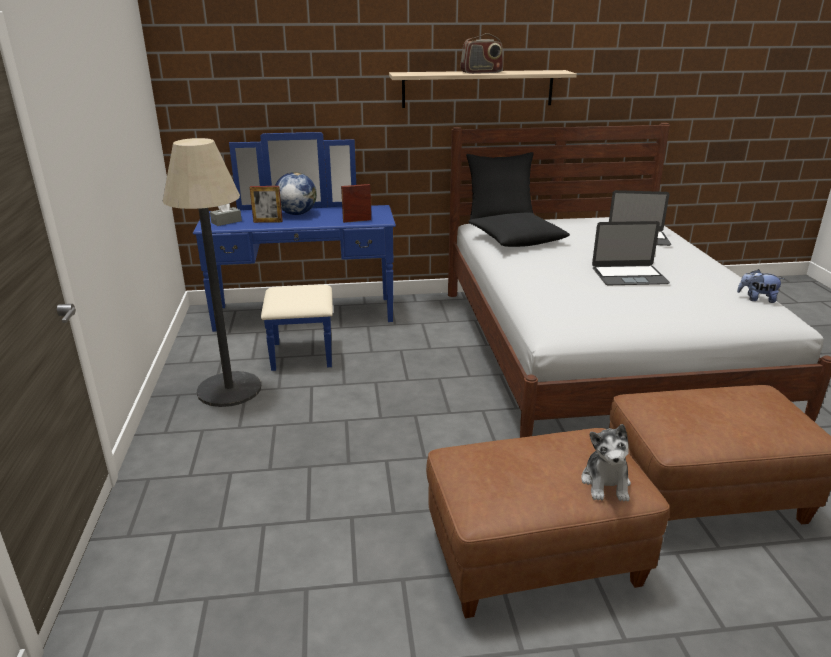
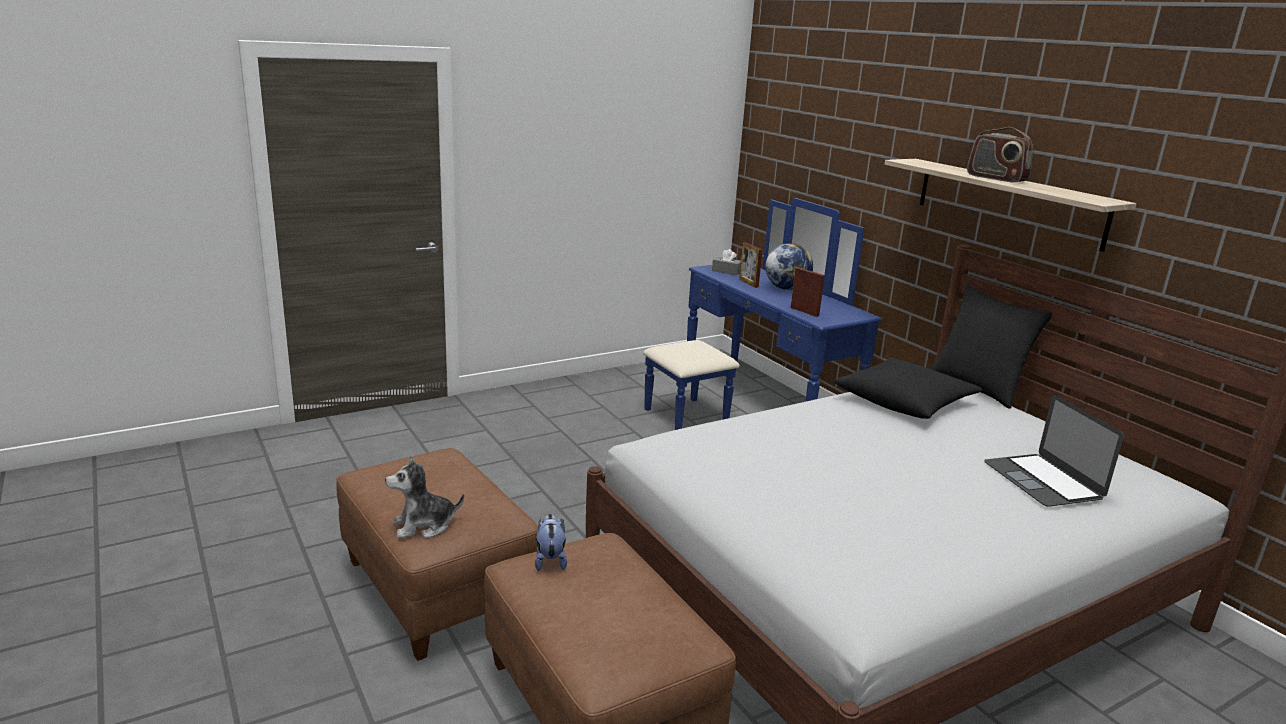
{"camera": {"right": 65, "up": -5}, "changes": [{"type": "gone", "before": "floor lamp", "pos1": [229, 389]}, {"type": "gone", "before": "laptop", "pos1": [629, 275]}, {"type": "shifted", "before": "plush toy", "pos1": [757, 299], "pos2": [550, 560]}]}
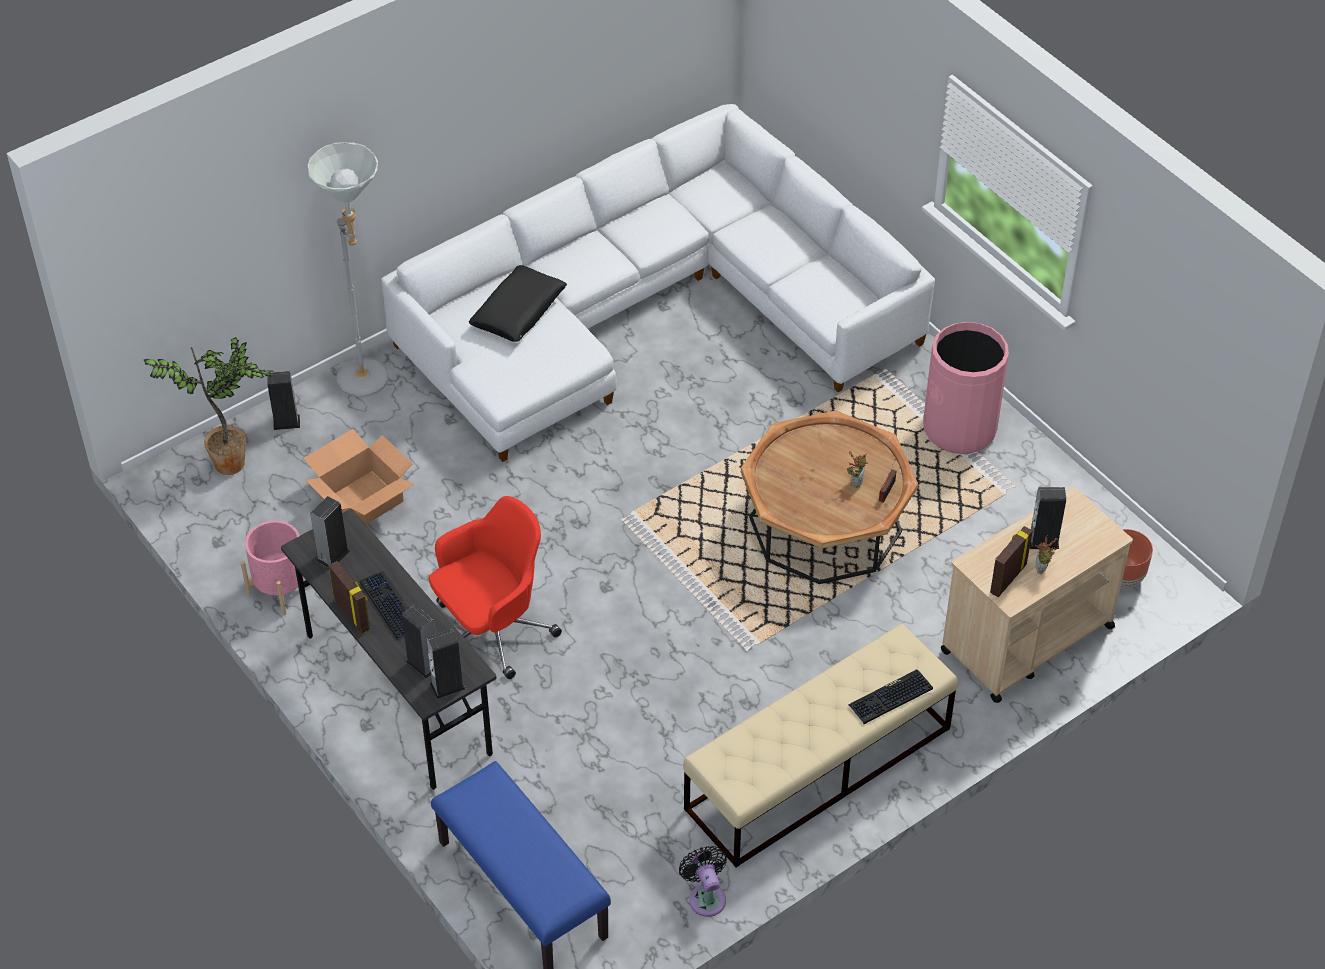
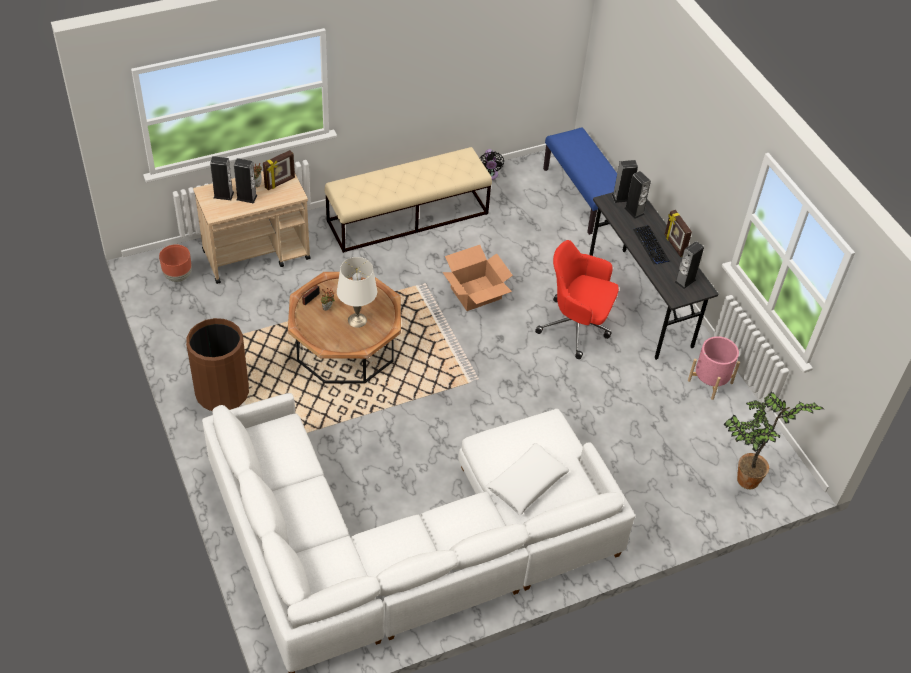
{"camera": {"right": -170, "up": 0}, "changes": [{"type": "gone", "before": "grey floor lamp", "pos1": [369, 385]}, {"type": "repainted", "before": "black pillow", "after": "white pillow", "pos1": [518, 312], "pos2": [526, 483]}, {"type": "repainted", "before": "pink trash can", "after": "brown trash can", "pos1": [959, 428], "pos2": [222, 392]}, {"type": "shifted", "before": "speaker", "pos1": [286, 422], "pos2": [223, 195]}, {"type": "shifted", "before": "cardboard box", "pos1": [362, 500], "pos2": [476, 293]}, {"type": "rotated", "before": "red office chair", "pos1": [492, 630], "pos2": [576, 327], "turn": 45}, {"type": "gone", "before": "keyboard", "pos1": [890, 697]}, {"type": "new", "after": "white table lamp", "pos2": [357, 320]}]}
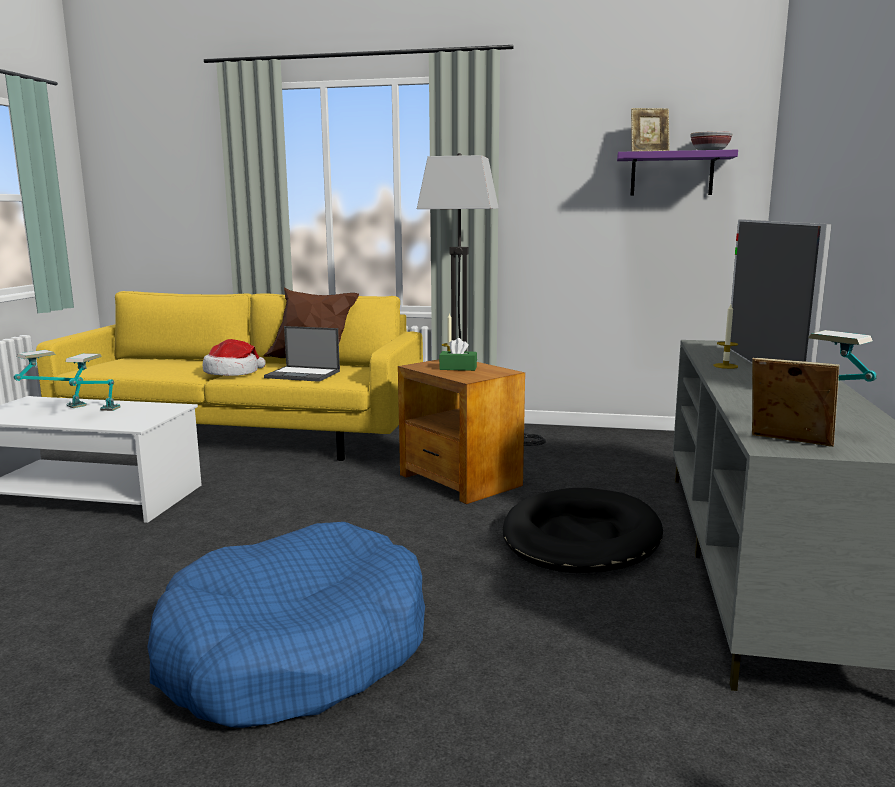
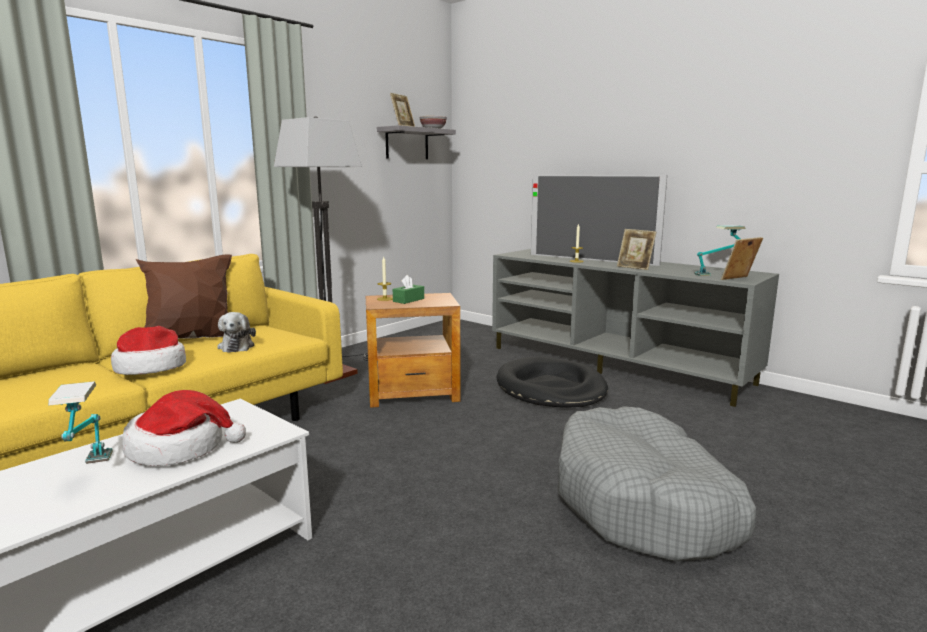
{"camera": {"right": -60, "up": 0}, "changes": [{"type": "repainted", "before": "purple shelf", "after": "grey shelf", "pos1": [672, 174], "pos2": [407, 144]}, {"type": "swapped", "before": "laptop", "after": "plush toy", "pos1": [303, 374], "pos2": [237, 346]}, {"type": "swapped", "before": "table lamp", "after": "hat", "pos1": [97, 414], "pos2": [179, 448]}, {"type": "repainted", "before": "blue dog bed", "after": "grey dog bed", "pos1": [295, 651], "pos2": [644, 503]}, {"type": "new", "after": "picture frame", "pos2": [635, 267]}]}
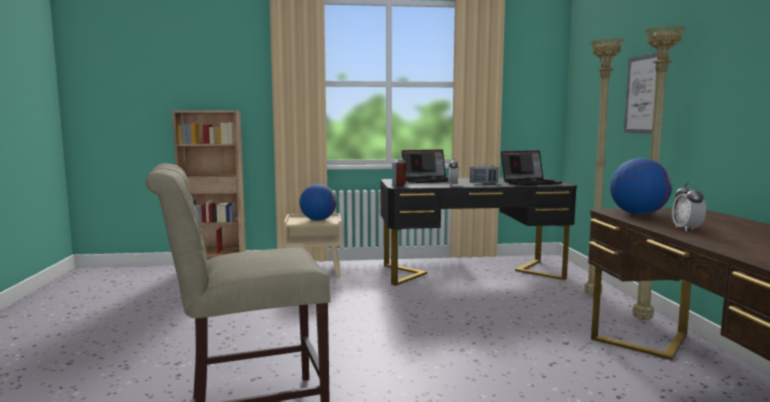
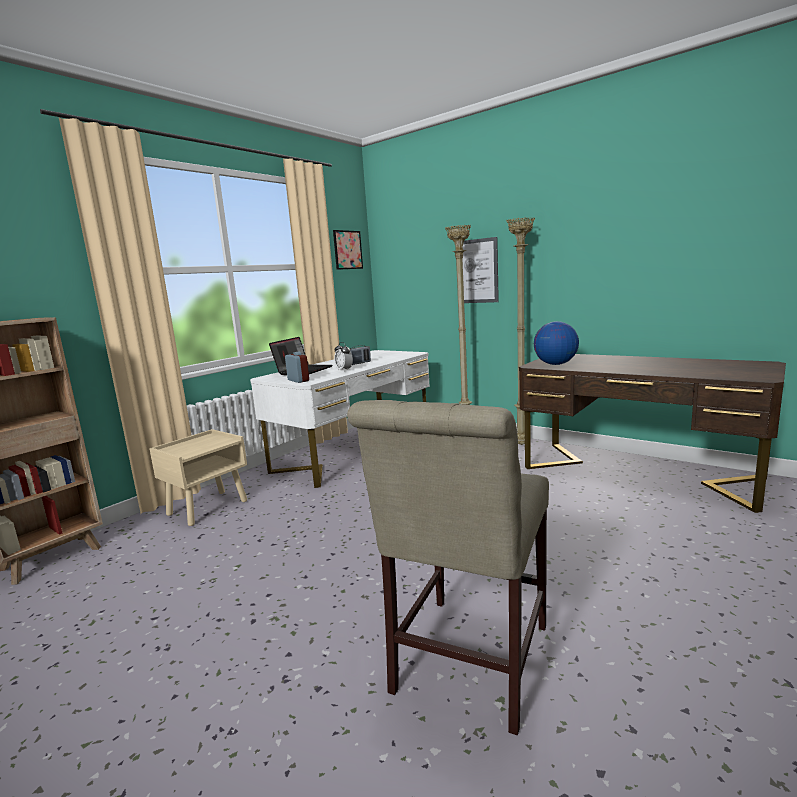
{"camera": {"right": -45, "up": 5}, "changes": [{"type": "gone", "before": "laptop", "pos1": [530, 182]}, {"type": "repainted", "before": "black desk", "after": "white desk", "pos1": [471, 272], "pos2": [354, 451]}, {"type": "gone", "before": "alarm clock", "pos1": [686, 229]}, {"type": "gone", "before": "globe", "pos1": [318, 220]}, {"type": "new", "after": "picture", "pos2": [347, 250]}]}
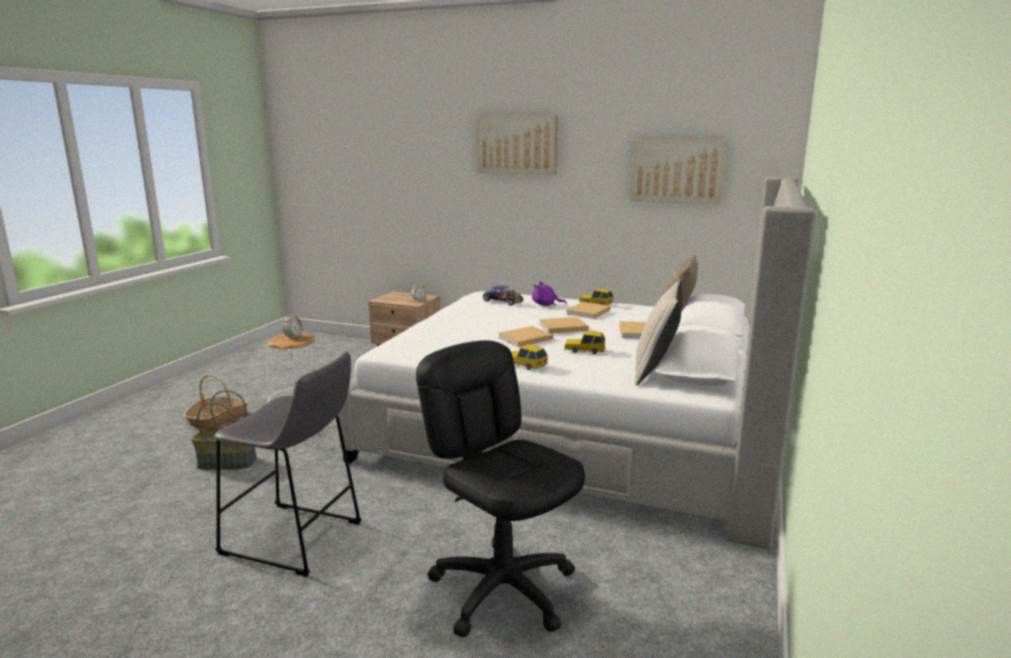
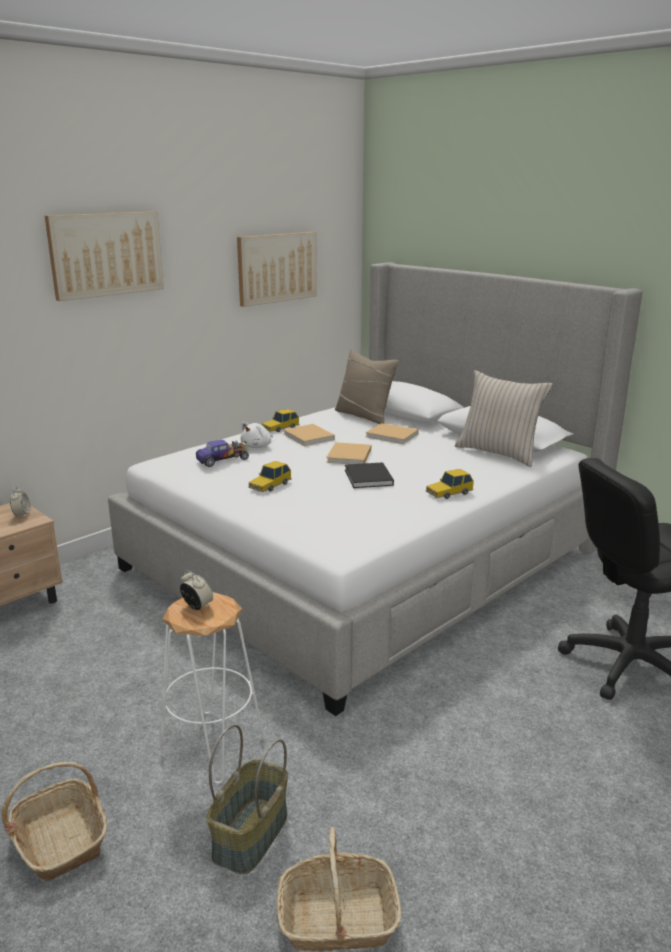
{"camera": {"right": -65, "up": 5}, "changes": [{"type": "repainted", "before": "purple plush toy", "after": "white plush toy", "pos1": [546, 305], "pos2": [257, 446]}, {"type": "repainted", "before": "beige book", "after": "black book", "pos1": [524, 339], "pos2": [368, 478]}, {"type": "shifted", "before": "toy car", "pos1": [584, 350], "pos2": [270, 485]}, {"type": "gone", "before": "grey stool", "pos1": [297, 540]}, {"type": "new", "after": "basket", "pos2": [337, 919]}]}
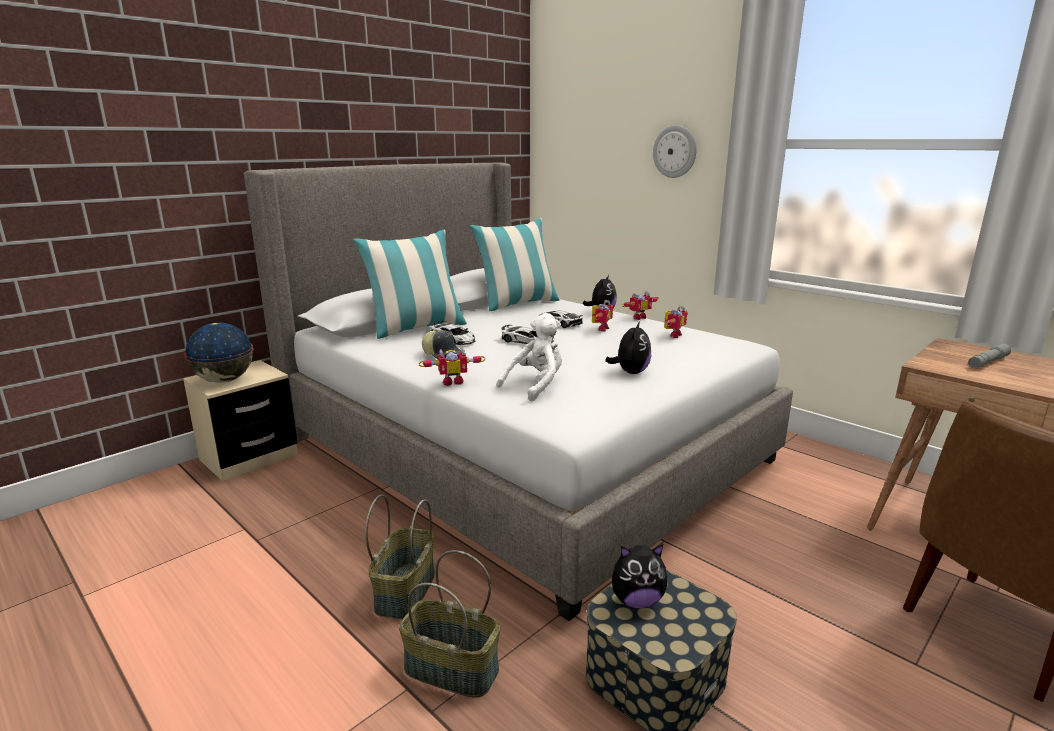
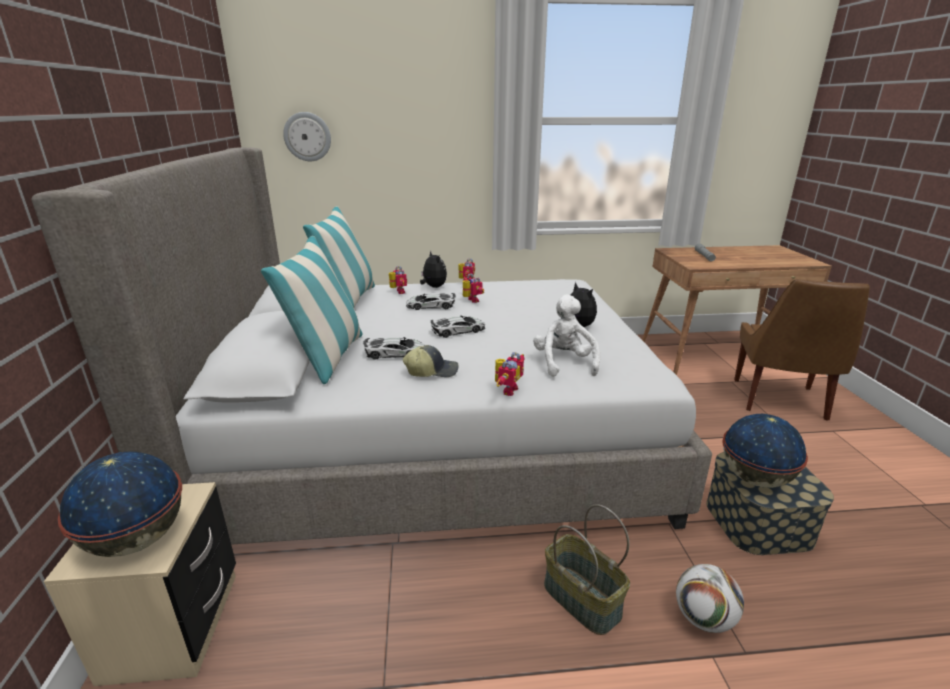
{"camera": {"right": -50, "up": 5}, "changes": [{"type": "shifted", "before": "wall clock", "pos1": [675, 151], "pos2": [307, 137]}, {"type": "shifted", "before": "toy robot", "pos1": [672, 335], "pos2": [398, 292]}, {"type": "swapped", "before": "plush toy", "after": "globe", "pos1": [636, 600], "pos2": [754, 478]}, {"type": "swapped", "before": "basket", "after": "football", "pos1": [450, 670], "pos2": [703, 619]}]}
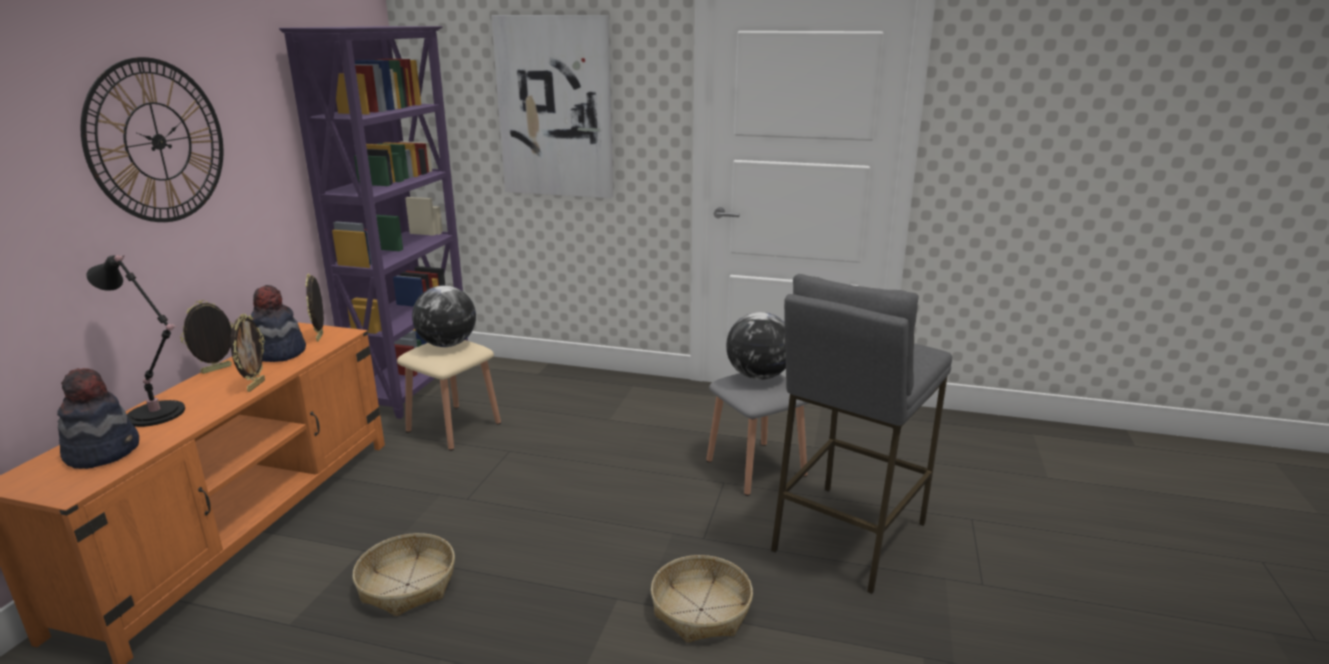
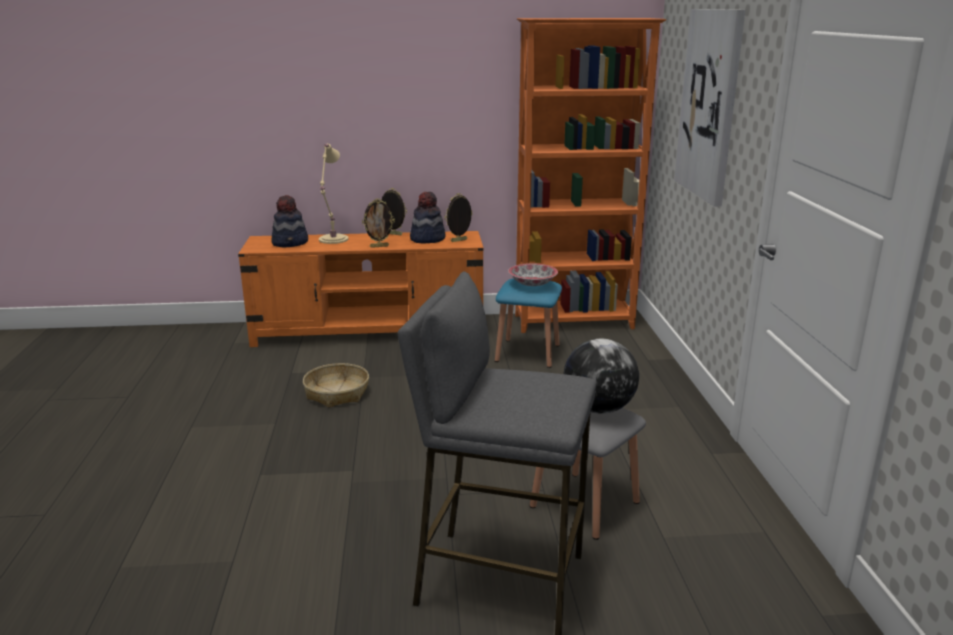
{"camera": {"right": 70, "up": 0}, "changes": [{"type": "repainted", "before": "purple bookcase", "after": "orange bookcase", "pos1": [415, 385], "pos2": [575, 322]}, {"type": "gone", "before": "wall clock", "pos1": [158, 141]}, {"type": "repainted", "before": "black table lamp", "after": "beige table lamp", "pos1": [158, 415], "pos2": [332, 240]}, {"type": "swapped", "before": "globe", "after": "bowl", "pos1": [448, 344], "pos2": [533, 283]}, {"type": "repainted", "before": "beige stool", "after": "blue stool", "pos1": [454, 427], "pos2": [527, 353]}, {"type": "gone", "before": "basket", "pos1": [700, 609]}]}
